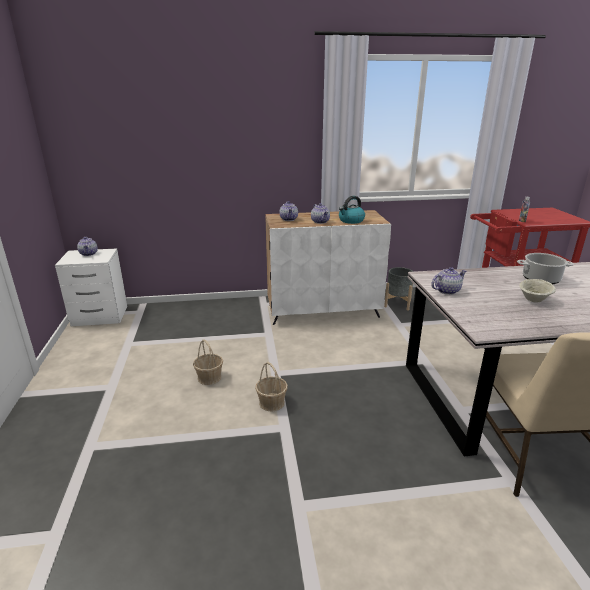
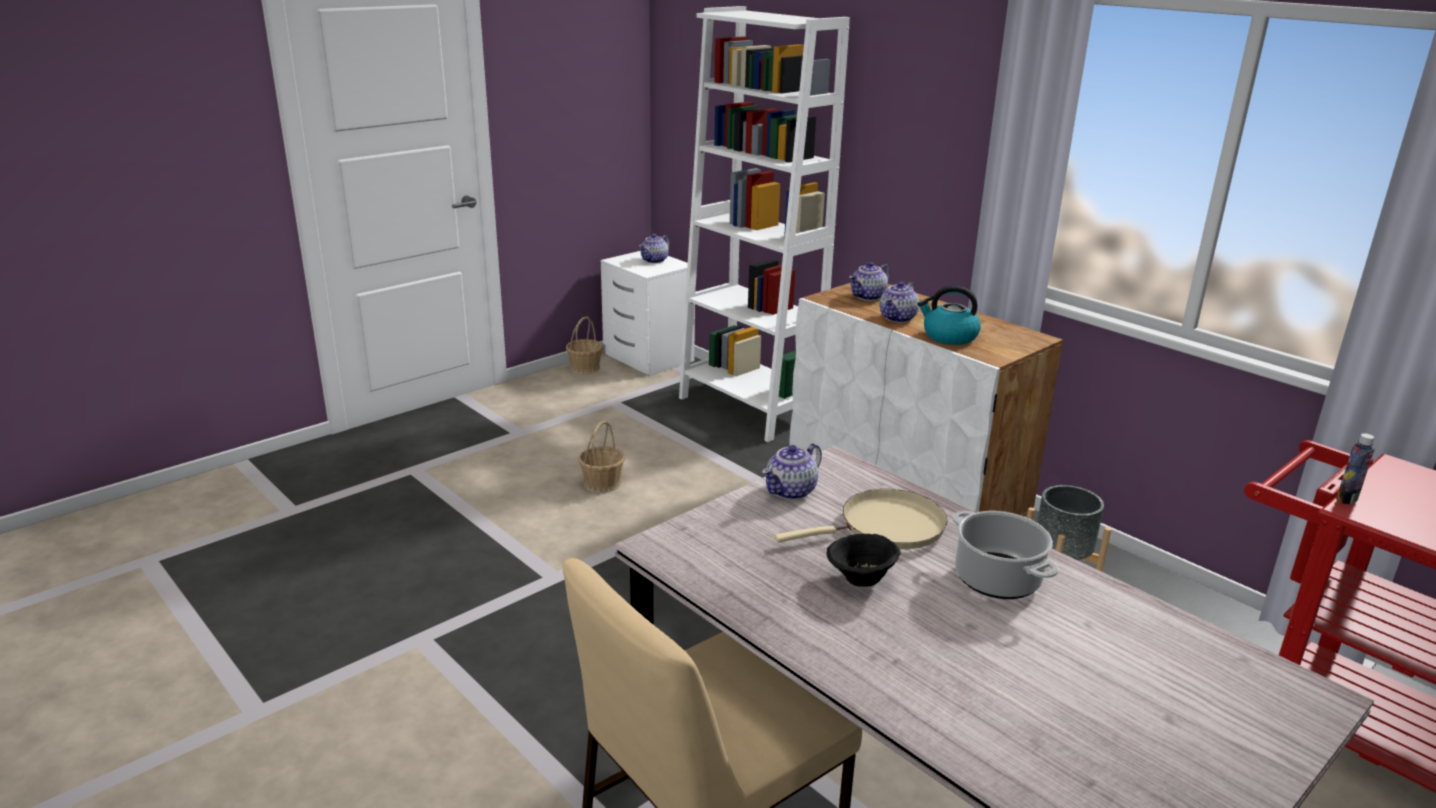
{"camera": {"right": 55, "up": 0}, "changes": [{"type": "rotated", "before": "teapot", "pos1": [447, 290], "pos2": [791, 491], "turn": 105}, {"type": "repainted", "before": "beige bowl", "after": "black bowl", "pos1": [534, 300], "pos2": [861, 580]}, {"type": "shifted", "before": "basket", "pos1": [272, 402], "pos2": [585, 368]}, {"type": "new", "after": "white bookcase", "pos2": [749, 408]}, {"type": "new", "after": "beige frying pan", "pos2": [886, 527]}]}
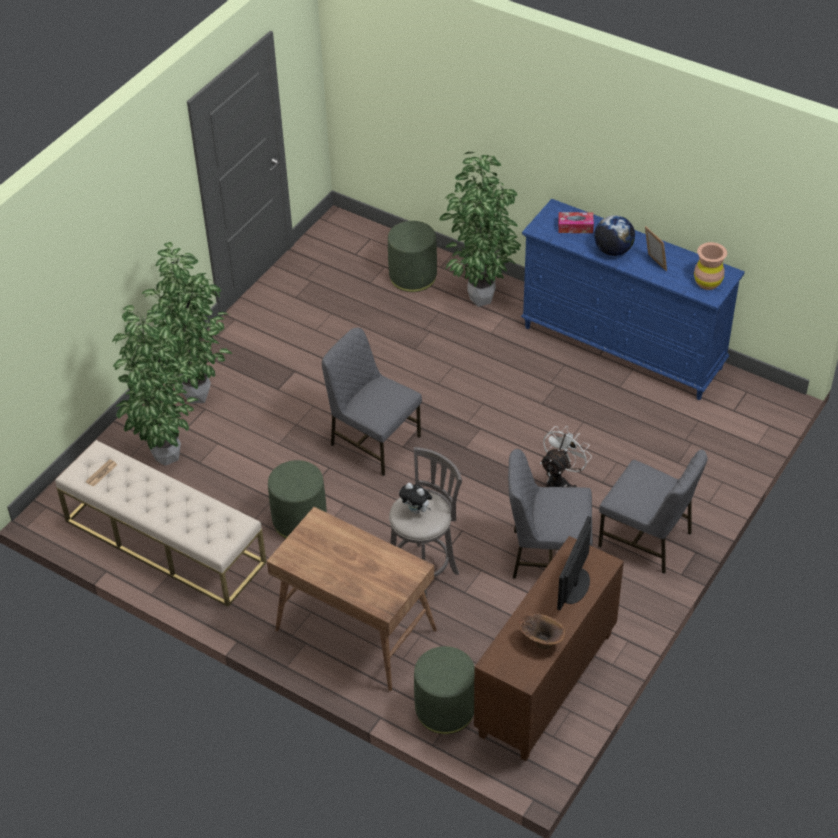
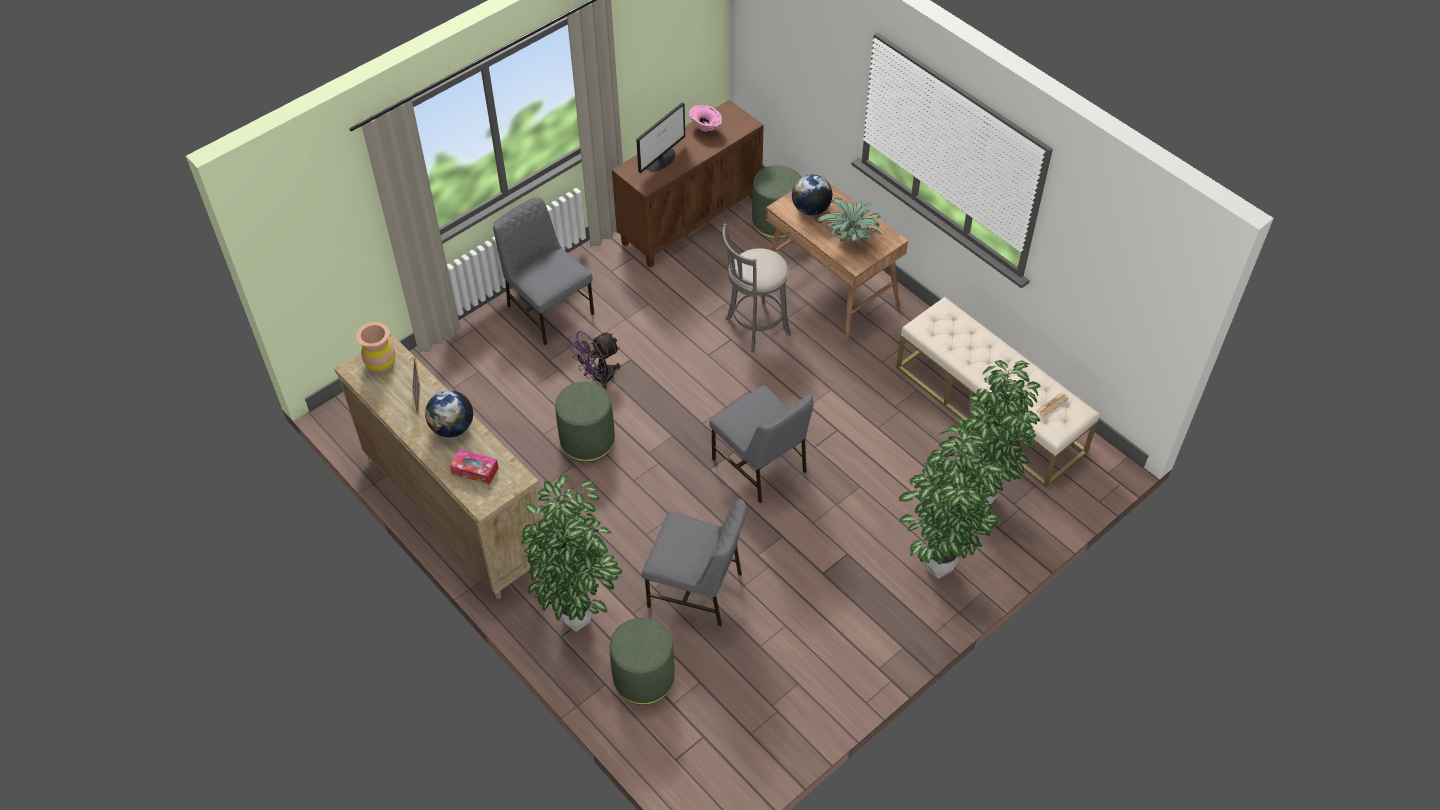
{"camera": {"right": -165, "up": 5}, "changes": [{"type": "repainted", "before": "blue dresser", "after": "beige dresser", "pos1": [623, 348], "pos2": [454, 510]}, {"type": "repainted", "before": "white fan", "after": "purple fan", "pos1": [560, 483], "pos2": [598, 378]}, {"type": "shifted", "before": "grey chair", "pos1": [547, 555], "pos2": [697, 589]}, {"type": "shifted", "before": "green ottoman", "pos1": [299, 520], "pos2": [587, 440]}, {"type": "gone", "before": "plush toy", "pos1": [416, 510]}, {"type": "repainted", "before": "brown vase", "after": "pink vase", "pos1": [541, 641], "pos2": [705, 129]}, {"type": "new", "after": "globe", "pos2": [811, 209]}, {"type": "new", "after": "potted plant", "pos2": [851, 237]}]}
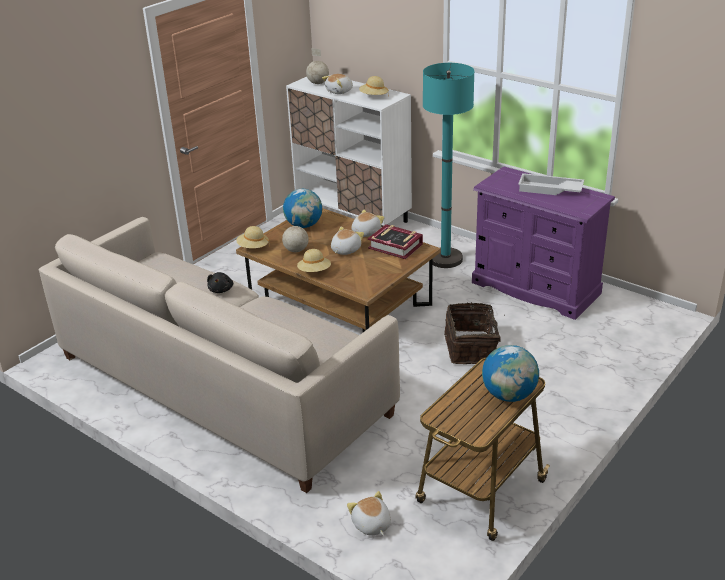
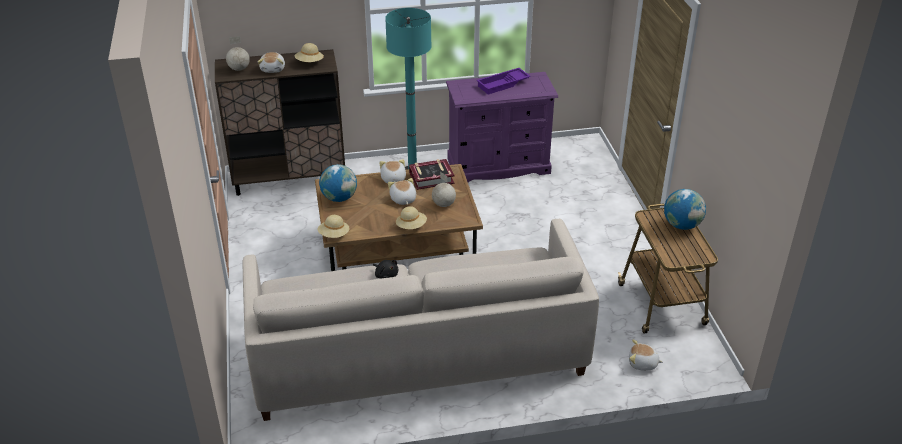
{"camera": {"right": -50, "up": 5}, "changes": [{"type": "repainted", "before": "white cabinet", "after": "brown cabinet", "pos1": [353, 215], "pos2": [290, 178]}, {"type": "repainted", "before": "white tray", "after": "purple tray", "pos1": [549, 189], "pos2": [503, 84]}, {"type": "shifted", "before": "globe", "pos1": [296, 250], "pos2": [443, 204]}, {"type": "gone", "before": "basket", "pos1": [471, 348]}]}
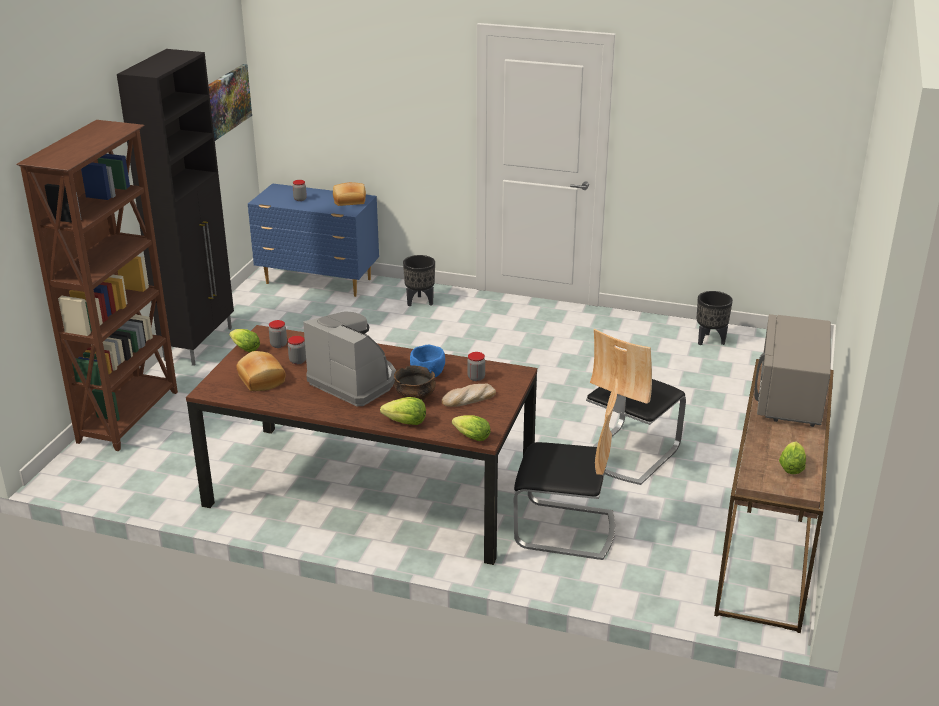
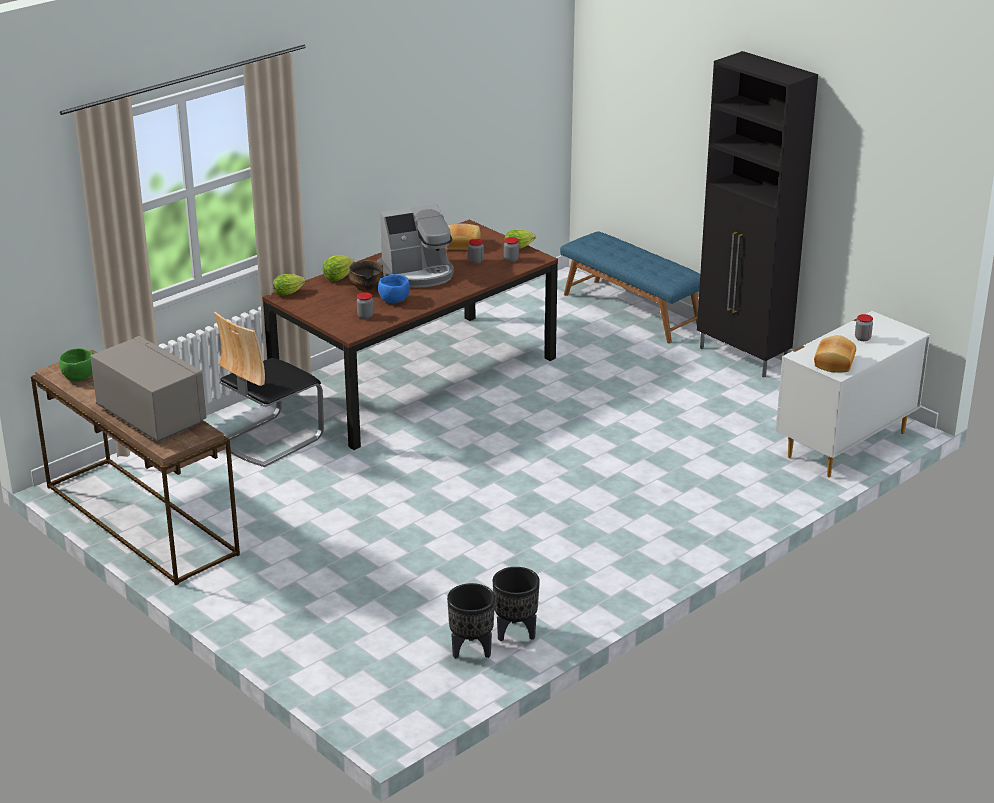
{"camera": {"right": 120, "up": 0}, "changes": [{"type": "gone", "before": "picture", "pos1": [227, 101]}, {"type": "swapped", "before": "brown bookcase", "after": "blue bench", "pos1": [130, 416], "pos2": [632, 310]}, {"type": "repainted", "before": "blue dresser", "after": "white dresser", "pos1": [319, 282], "pos2": [844, 445]}, {"type": "shifted", "before": "black planter", "pos1": [420, 302], "pos2": [516, 633]}, {"type": "gone", "before": "chair", "pos1": [628, 453]}, {"type": "gone", "before": "bread", "pos1": [468, 398]}, {"type": "swapped", "before": "lettuce", "after": "green bowl", "pos1": [791, 466], "pos2": [79, 377]}]}
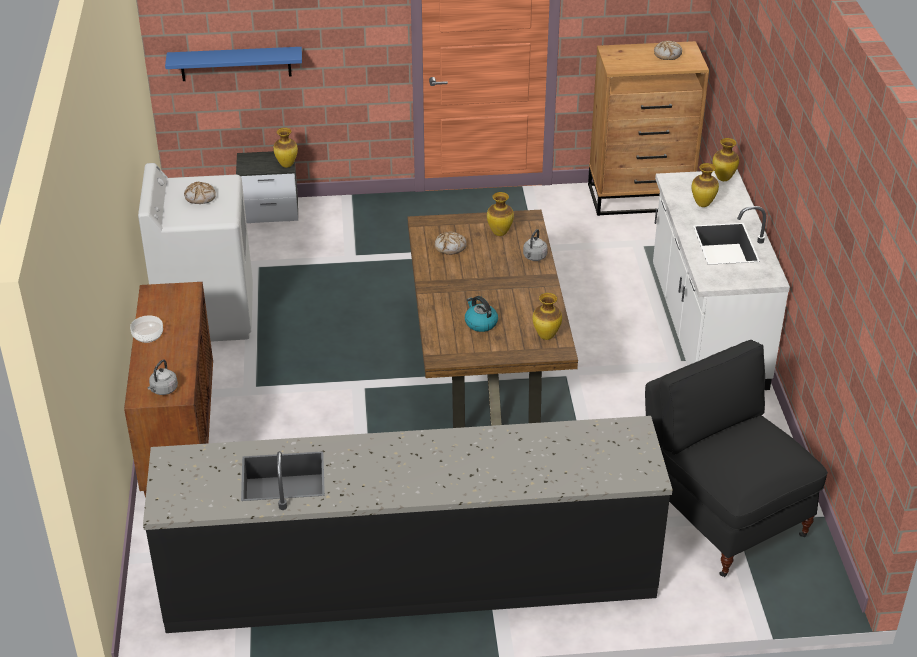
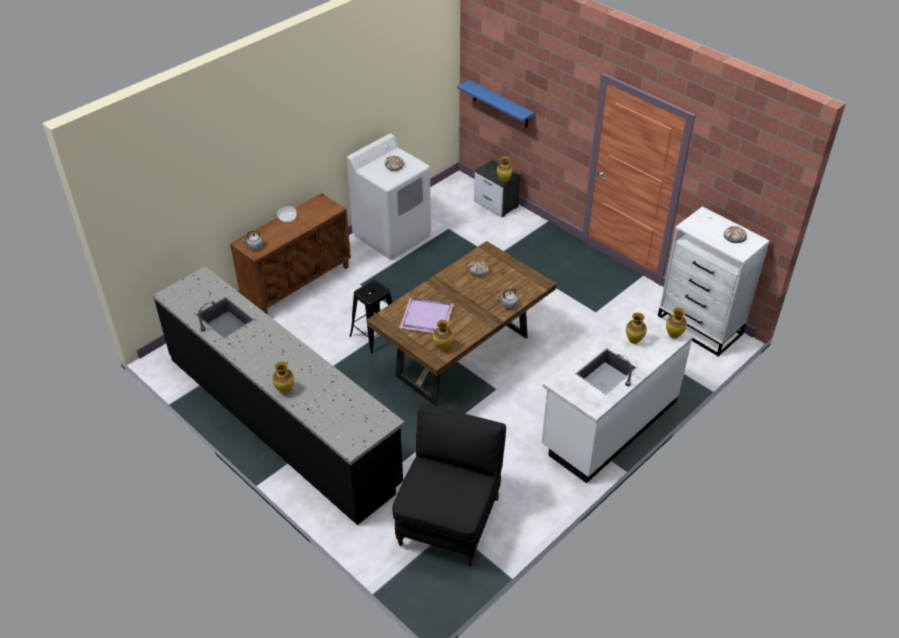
{"camera": {"right": 50, "up": 5}, "changes": [{"type": "repainted", "before": "brown dresser", "after": "white dresser", "pos1": [640, 197], "pos2": [700, 327]}, {"type": "shifted", "before": "vase", "pos1": [499, 233], "pos2": [285, 390]}, {"type": "swapped", "before": "kettle", "after": "purple tray", "pos1": [480, 323], "pos2": [425, 317]}, {"type": "new", "after": "black stool", "pos2": [374, 335]}]}
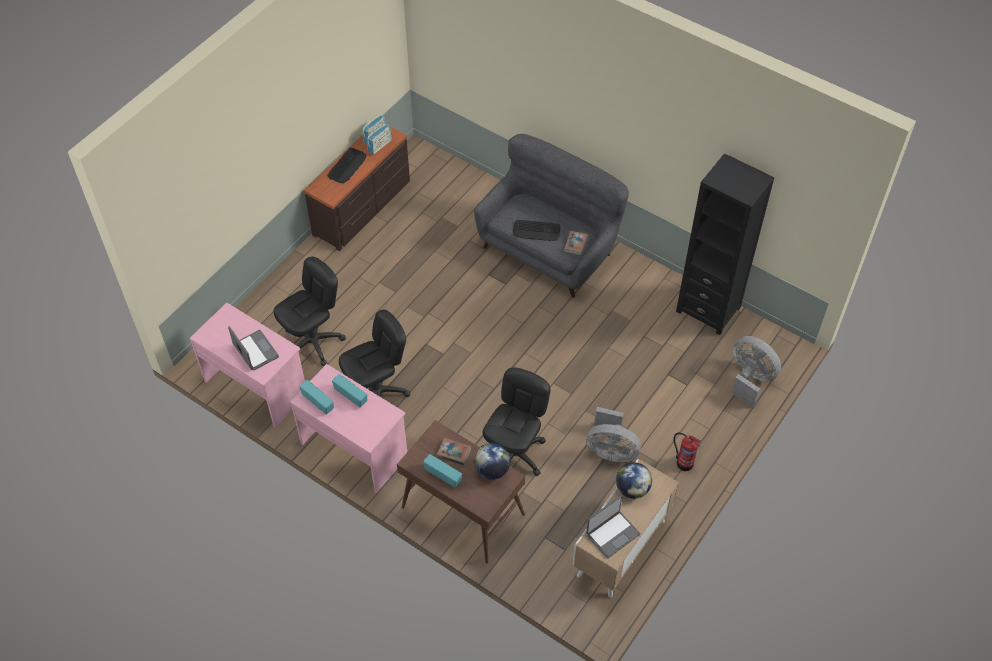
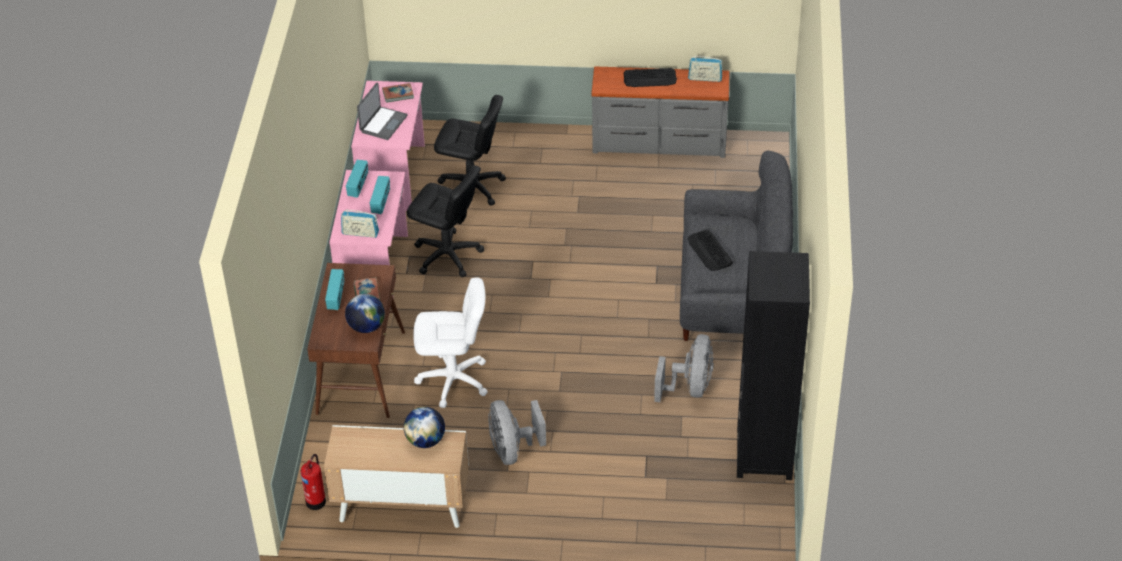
{"camera": {"right": 60, "up": -10}, "changes": [{"type": "shifted", "before": "radio", "pos1": [380, 146], "pos2": [360, 233]}, {"type": "repainted", "before": "brown dresser", "after": "grey dresser", "pos1": [363, 208], "pos2": [659, 143]}, {"type": "shifted", "before": "book", "pos1": [575, 244], "pos2": [398, 94]}, {"type": "shifted", "before": "grey fan", "pos1": [750, 379], "pos2": [690, 388]}, {"type": "repainted", "before": "black office chair", "after": "white office chair", "pos1": [514, 454], "pos2": [453, 380]}, {"type": "shifted", "before": "fire extinguisher", "pos1": [684, 462], "pos2": [316, 500]}, {"type": "gone", "before": "laptop", "pos1": [612, 534]}]}
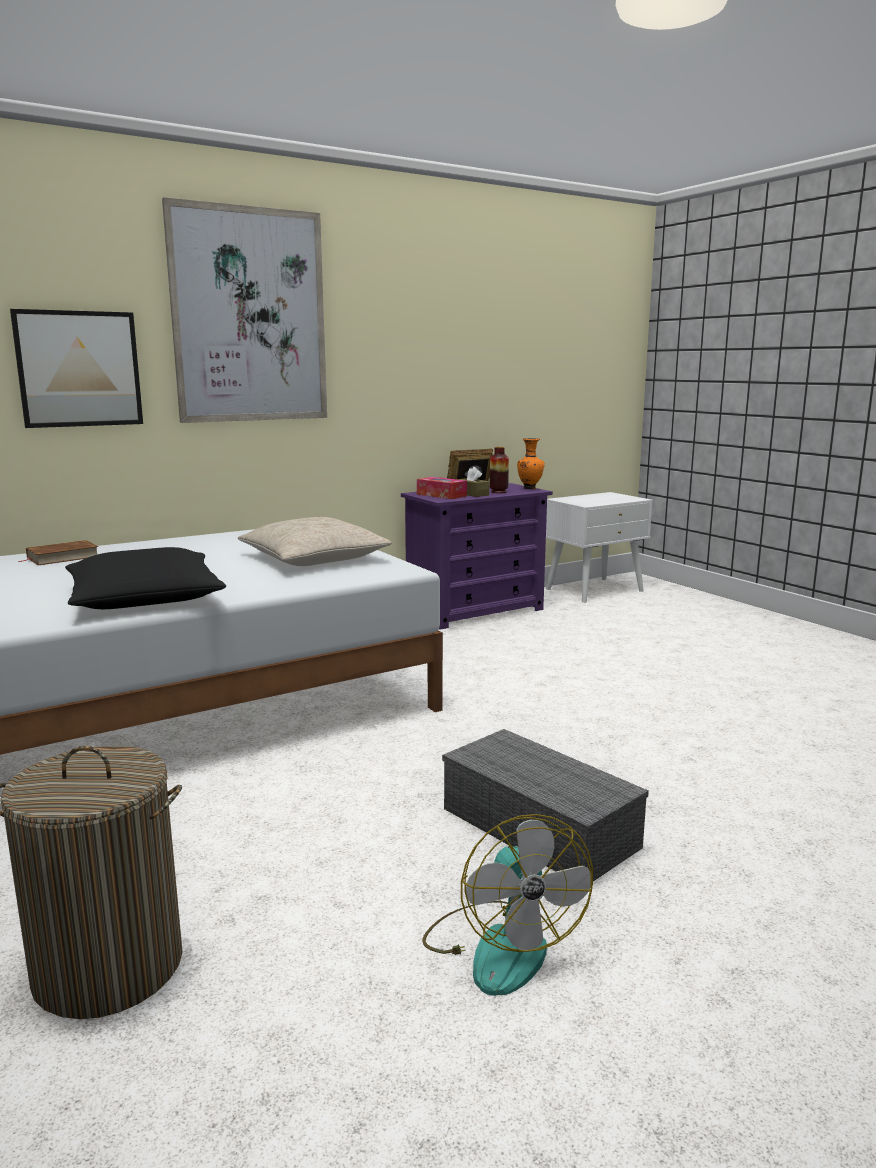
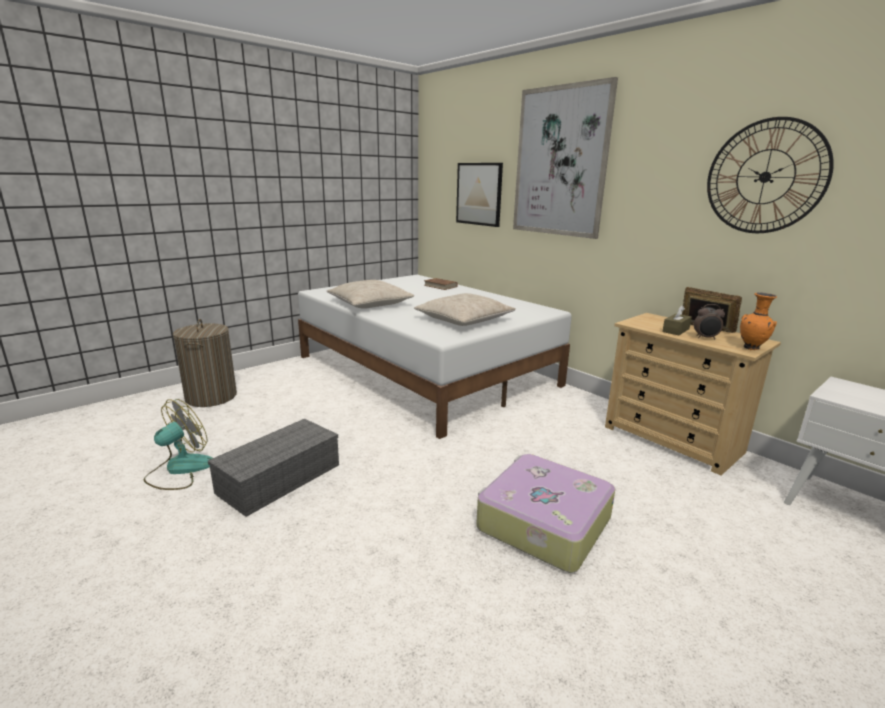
{"camera": {"right": 80, "up": 5}, "changes": [{"type": "swapped", "before": "vase", "after": "alarm clock", "pos1": [498, 492], "pos2": [705, 338]}, {"type": "gone", "before": "tissue box", "pos1": [441, 495]}, {"type": "repainted", "before": "purple dresser", "after": "beige dresser", "pos1": [476, 611], "pos2": [673, 439]}, {"type": "repainted", "before": "black pillow", "after": "beige pillow", "pos1": [145, 598], "pos2": [370, 303]}, {"type": "rotated", "before": "fan", "pos1": [501, 945], "pos2": [179, 470], "turn": 150}, {"type": "new", "after": "wall clock", "pos2": [765, 177]}, {"type": "new", "after": "suitcase", "pos2": [542, 523]}]}
